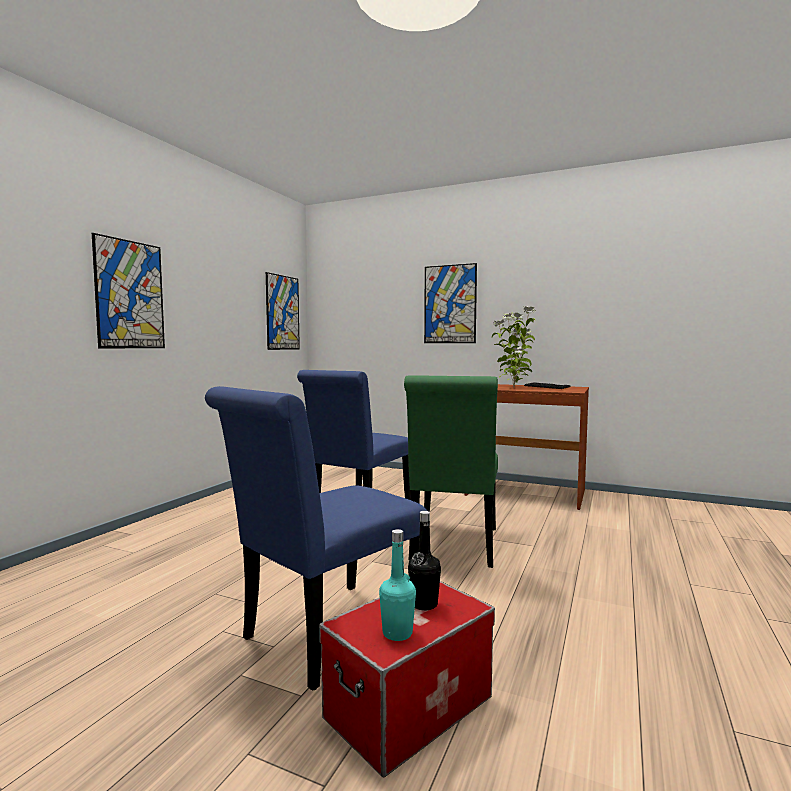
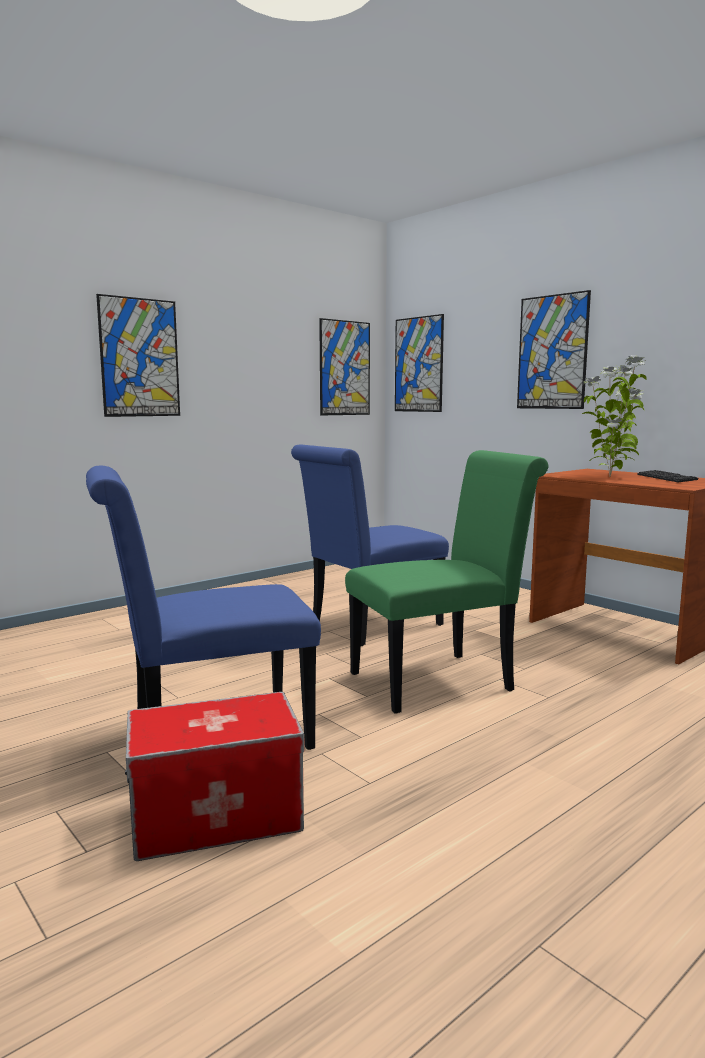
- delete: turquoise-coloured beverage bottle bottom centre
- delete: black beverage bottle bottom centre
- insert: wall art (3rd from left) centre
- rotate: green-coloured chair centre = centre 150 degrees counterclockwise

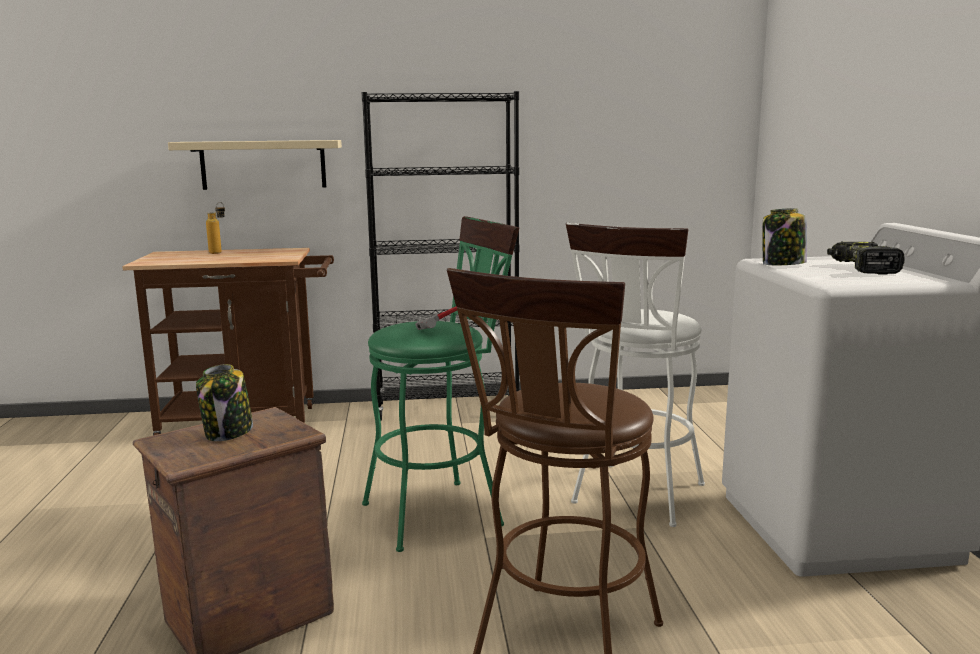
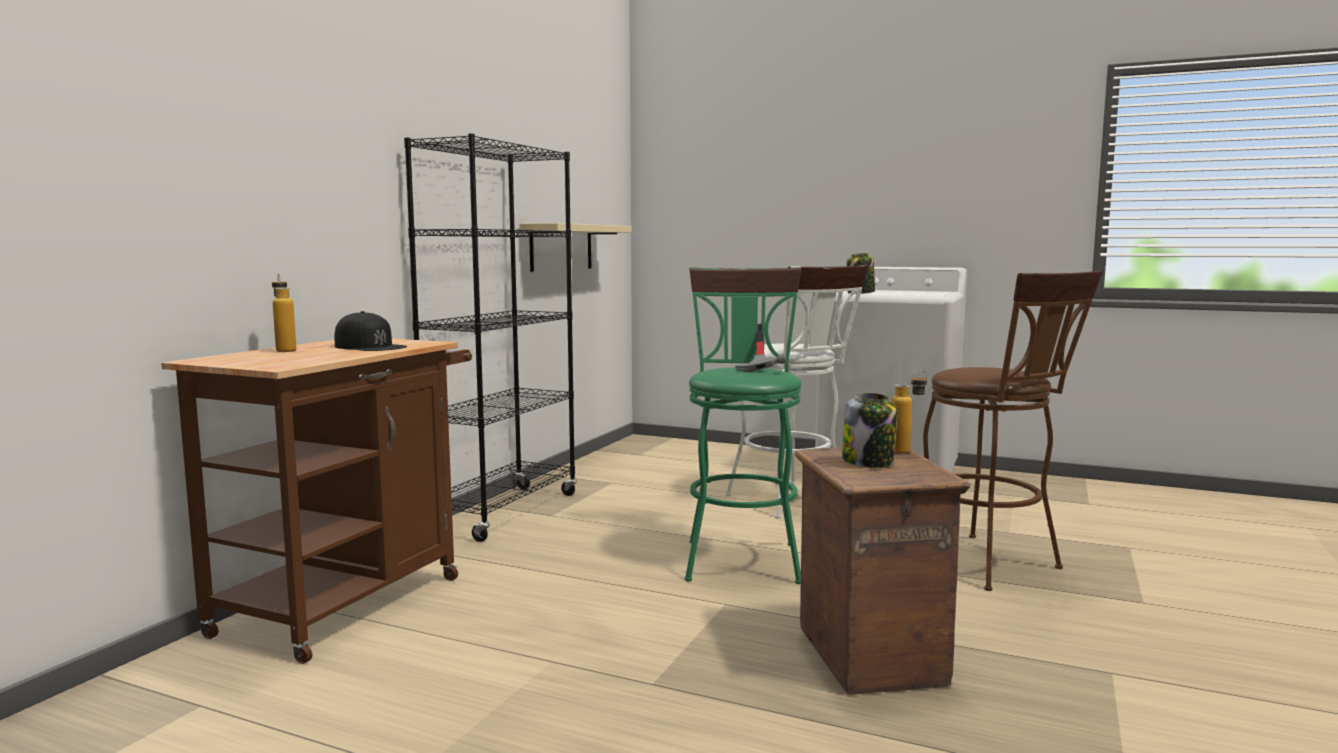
- delete: electric drill middle right
- insert: black peaked cap middle left
- insert: beverage bottle (2nd from left) middle right
- move: sand-coloured shelf top left to top centre

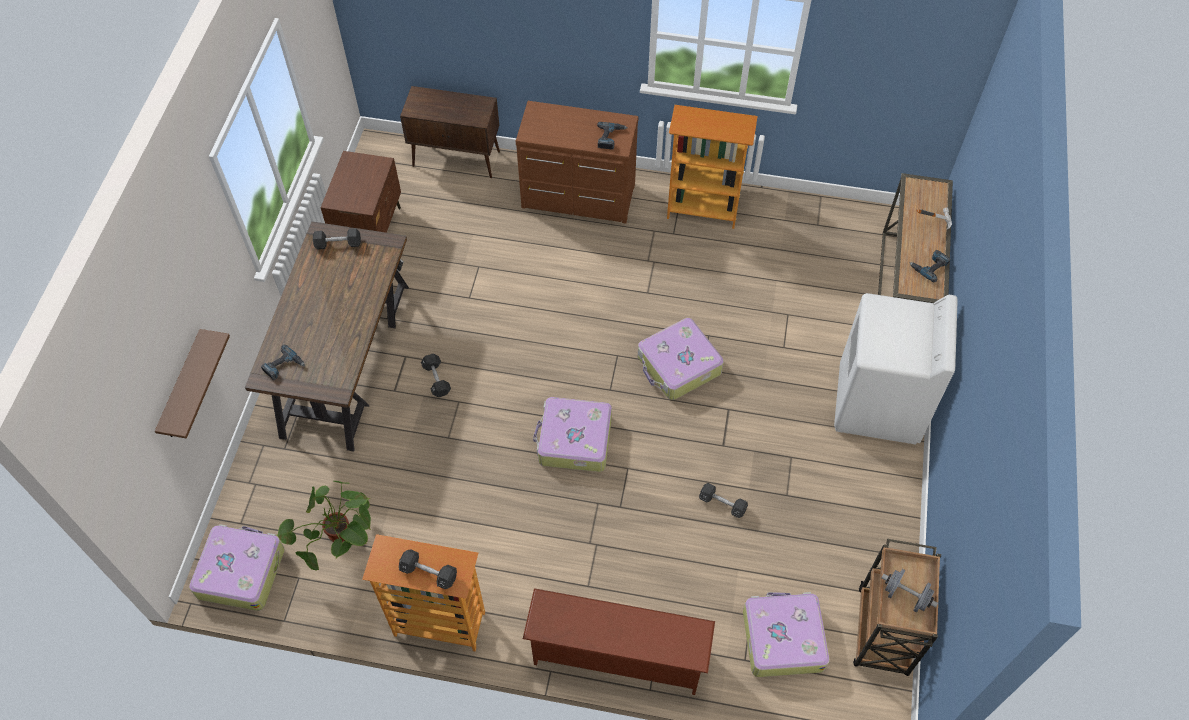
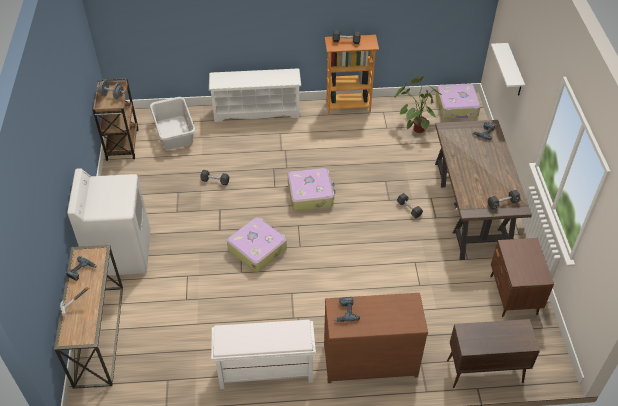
- replace: bookshelf (2nd from left) top centre to whitish indoor bench bottom centre
- replace: suitcase (4th from left) bottom centre to greyish laundry basket top left
- recolor: brown-coloured shelf middle left to whitish shelf top right
- recolor: brown-coloured shoe stand bottom centre to whitish shoe stand top centre

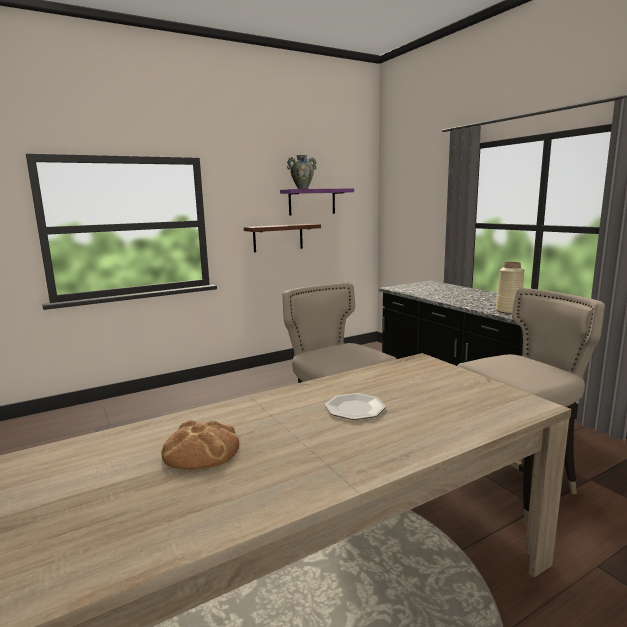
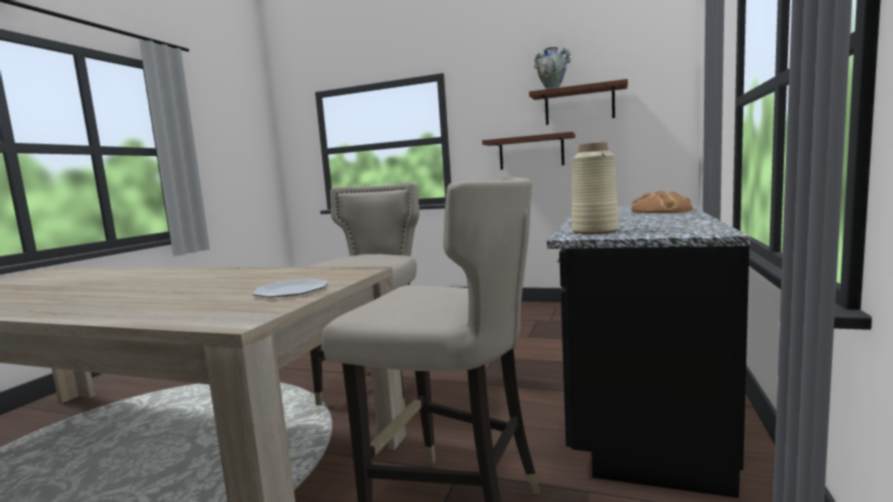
- move: bakery bread bottom left to middle right
- move: plate centre to middle left
- recolor: purple-coloured shelf top centre to brown-coloured shelf (2nd from left) top centre

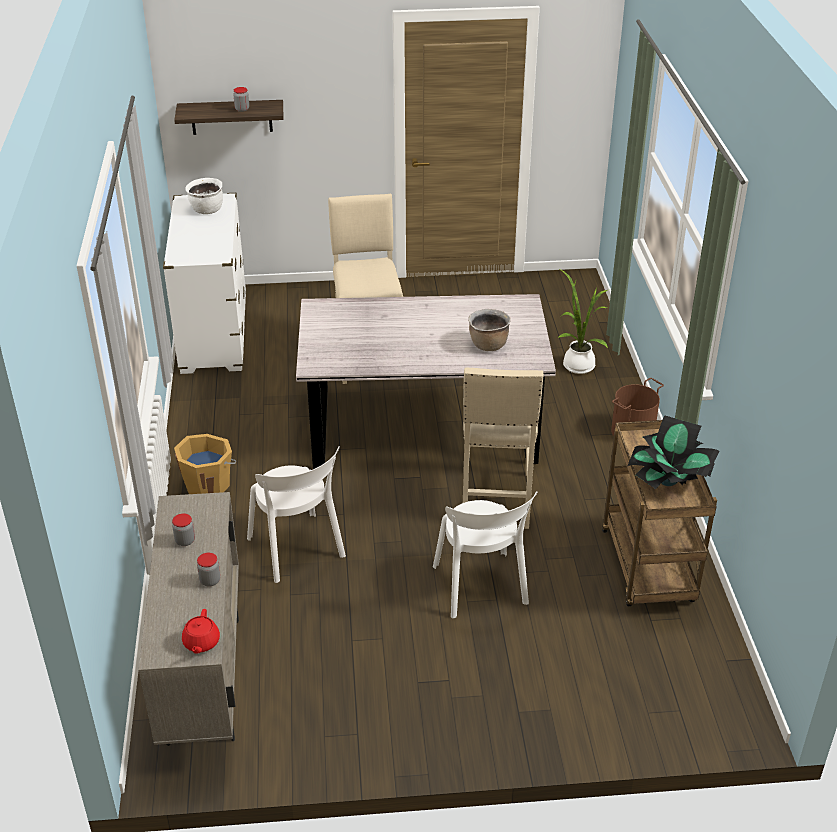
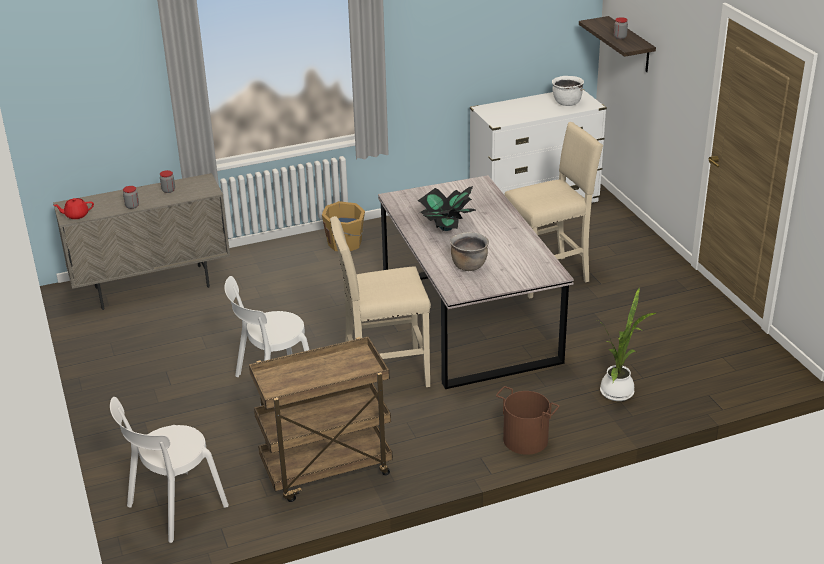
- move: whitish chair (1st from left) centre to bottom left
- move: potted plant (2nd from left in the first image) middle right to potted plant (1st from left) centre

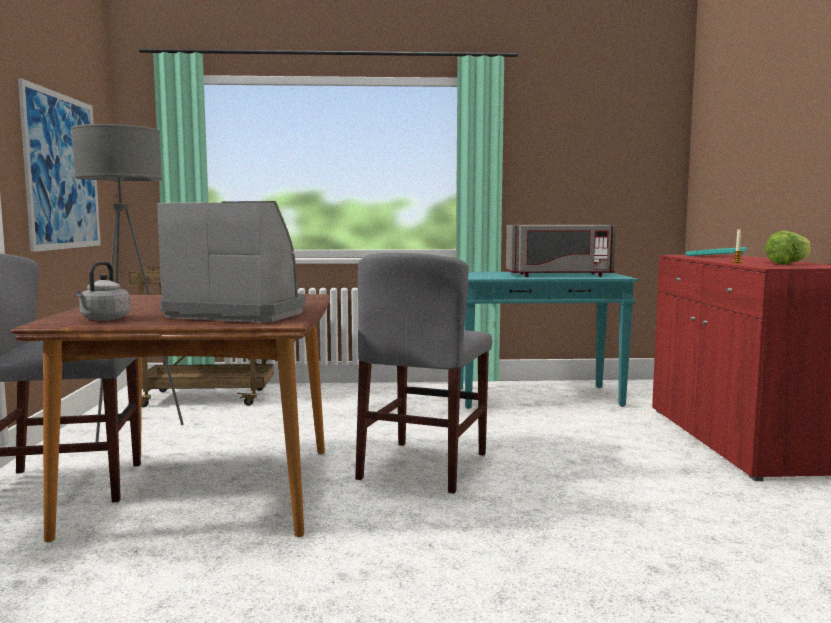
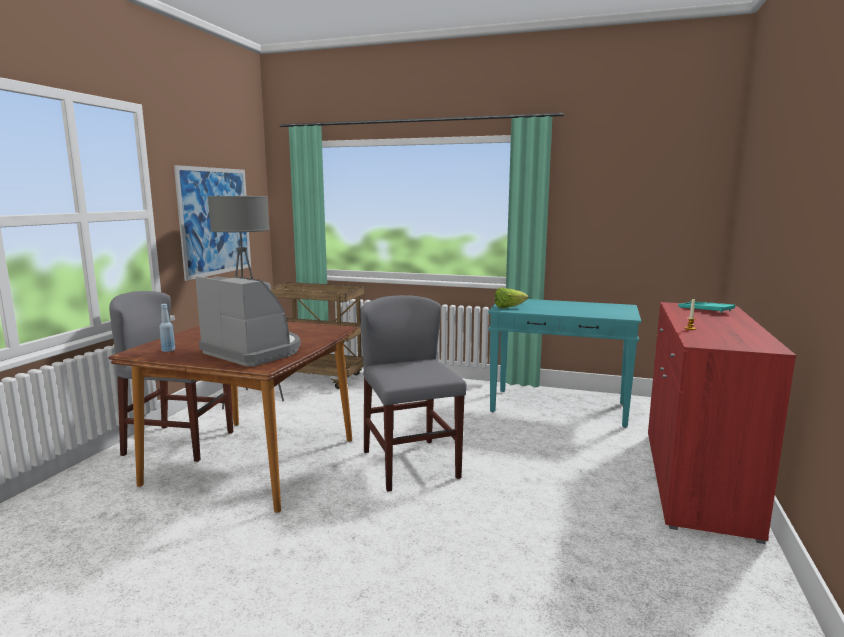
- delete: greyish microwave middle right
- move: lettuce head middle right to centre
- replace: greyish kettle middle left to blue beverage bottle middle left
- rotate: greyish chair (2nd from left) centre = centre 120 degrees clockwise

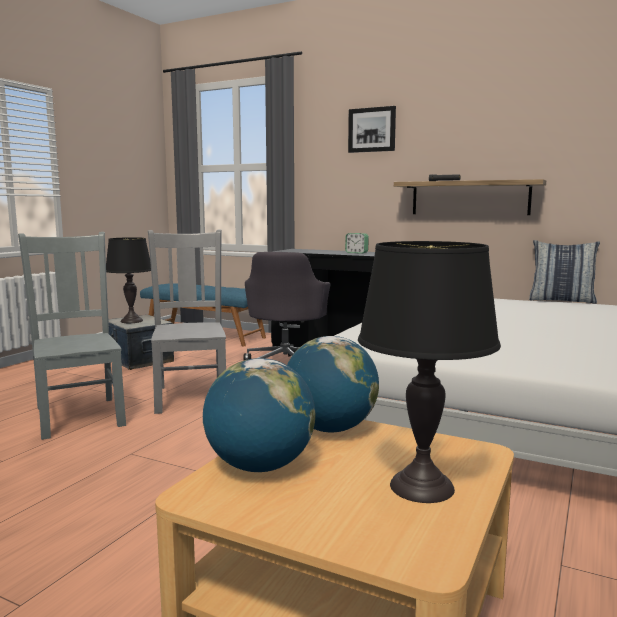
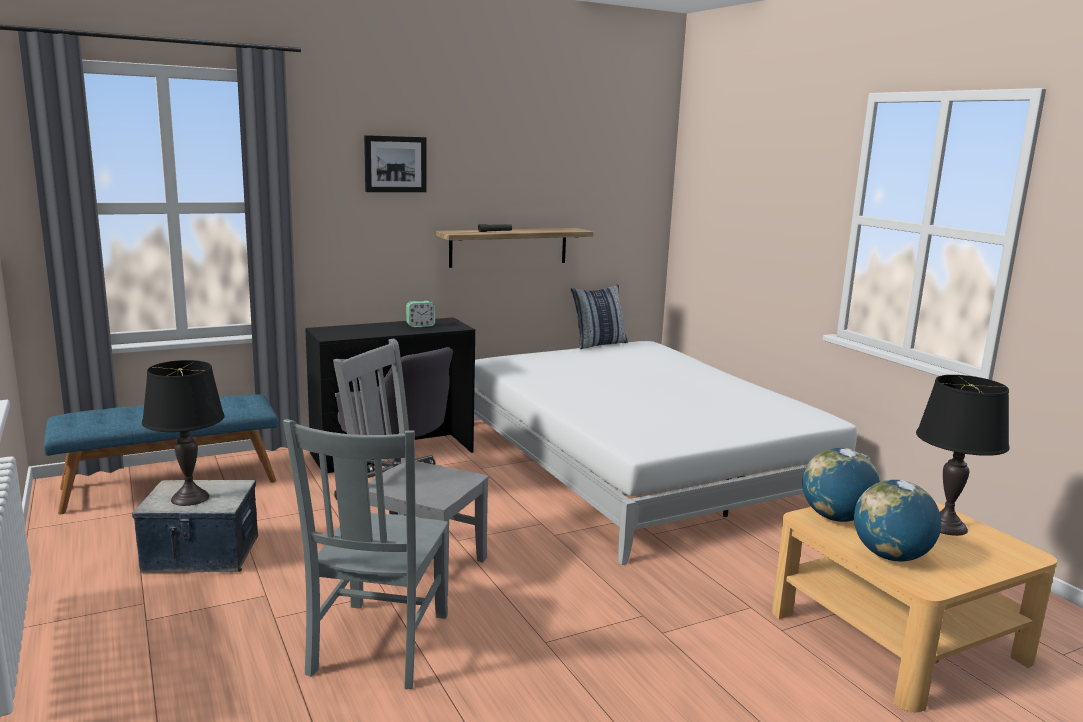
- rotate: greyish chair (1st from left) middle left = bottom centre 90 degrees counterclockwise

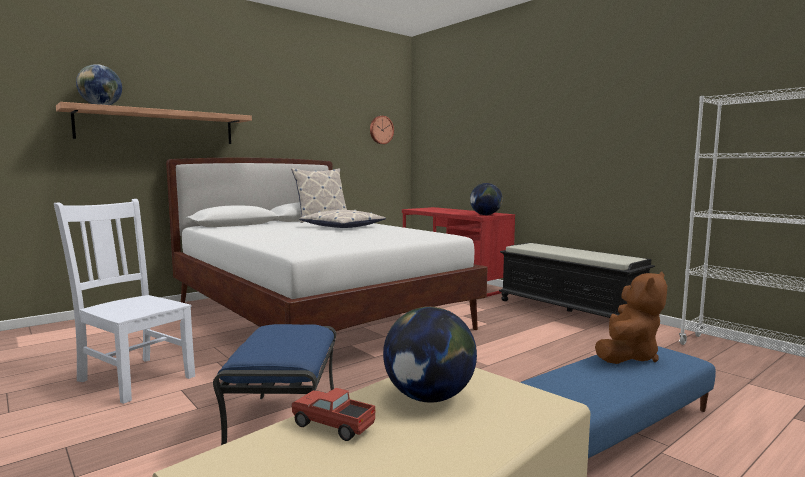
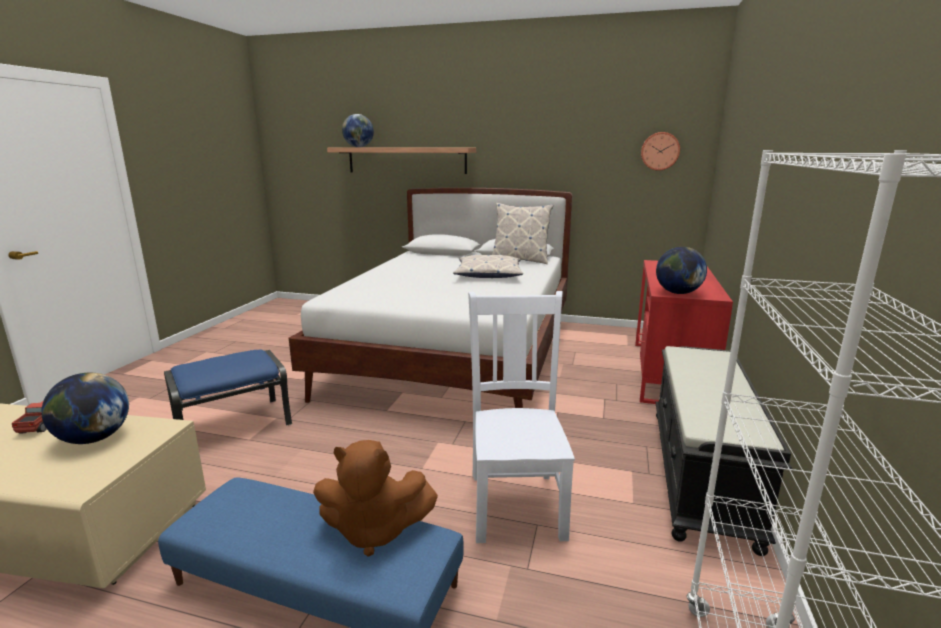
- move: whitish chair middle left to centre

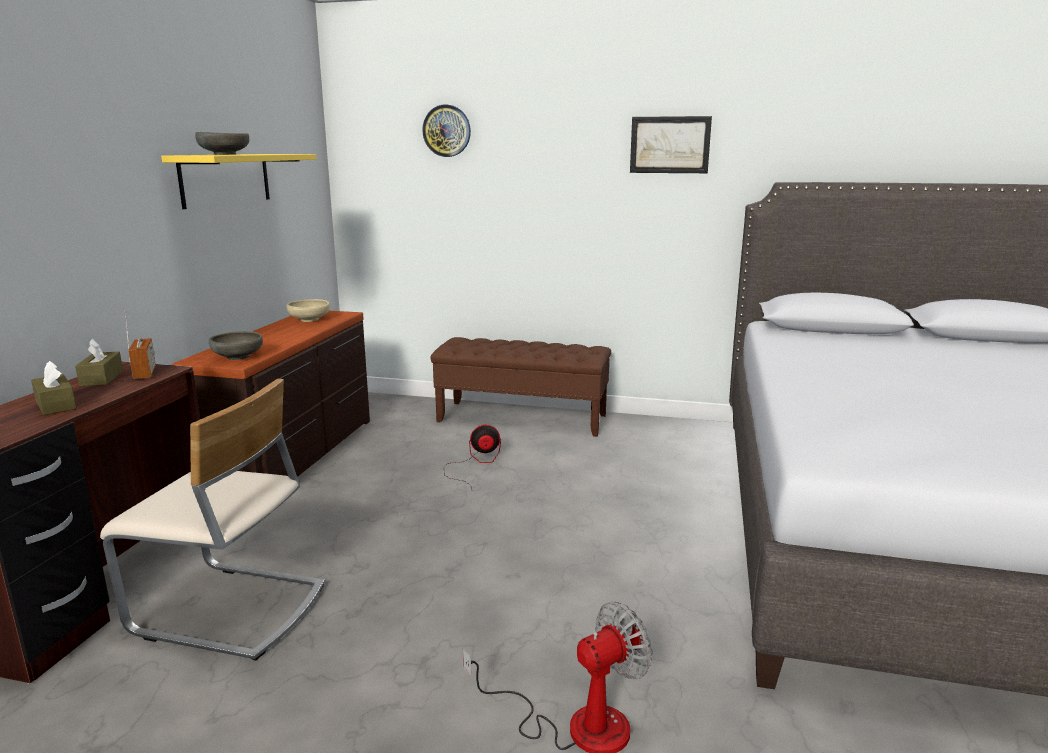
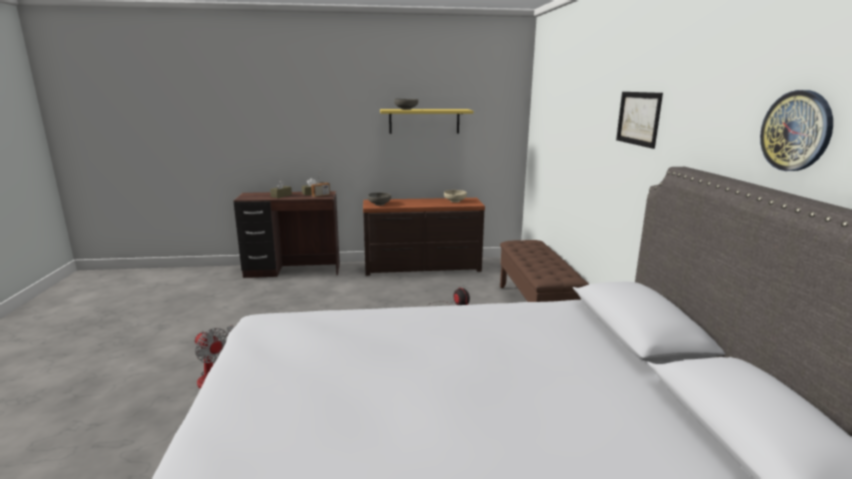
- delete: sand-coloured chair bottom left
- move: clock on the wall top centre to top right

